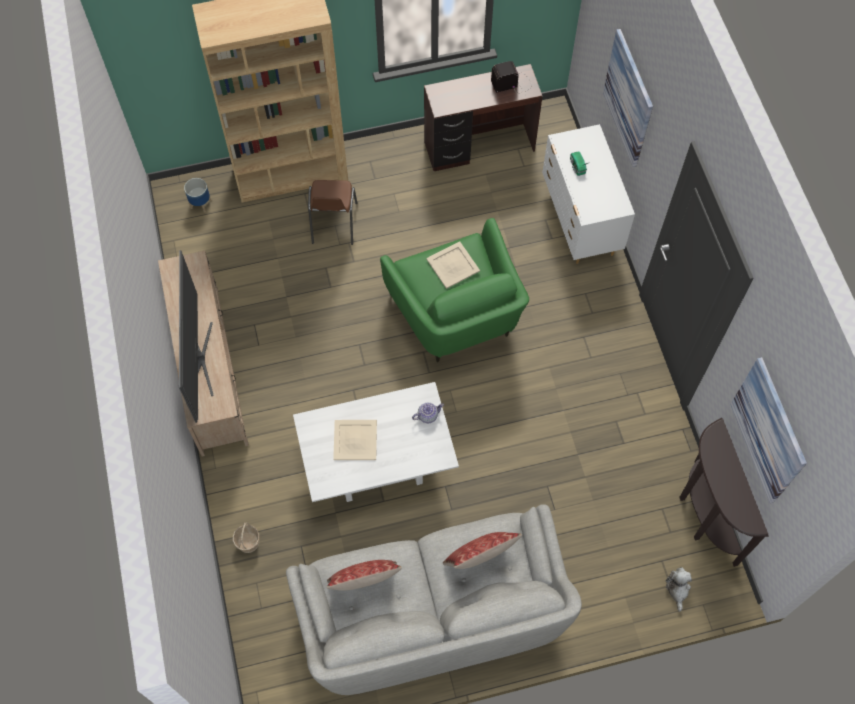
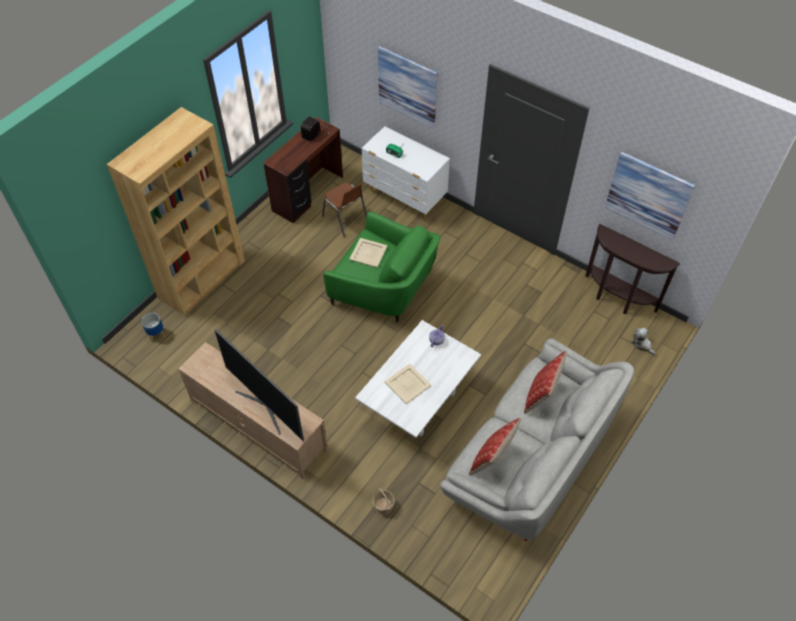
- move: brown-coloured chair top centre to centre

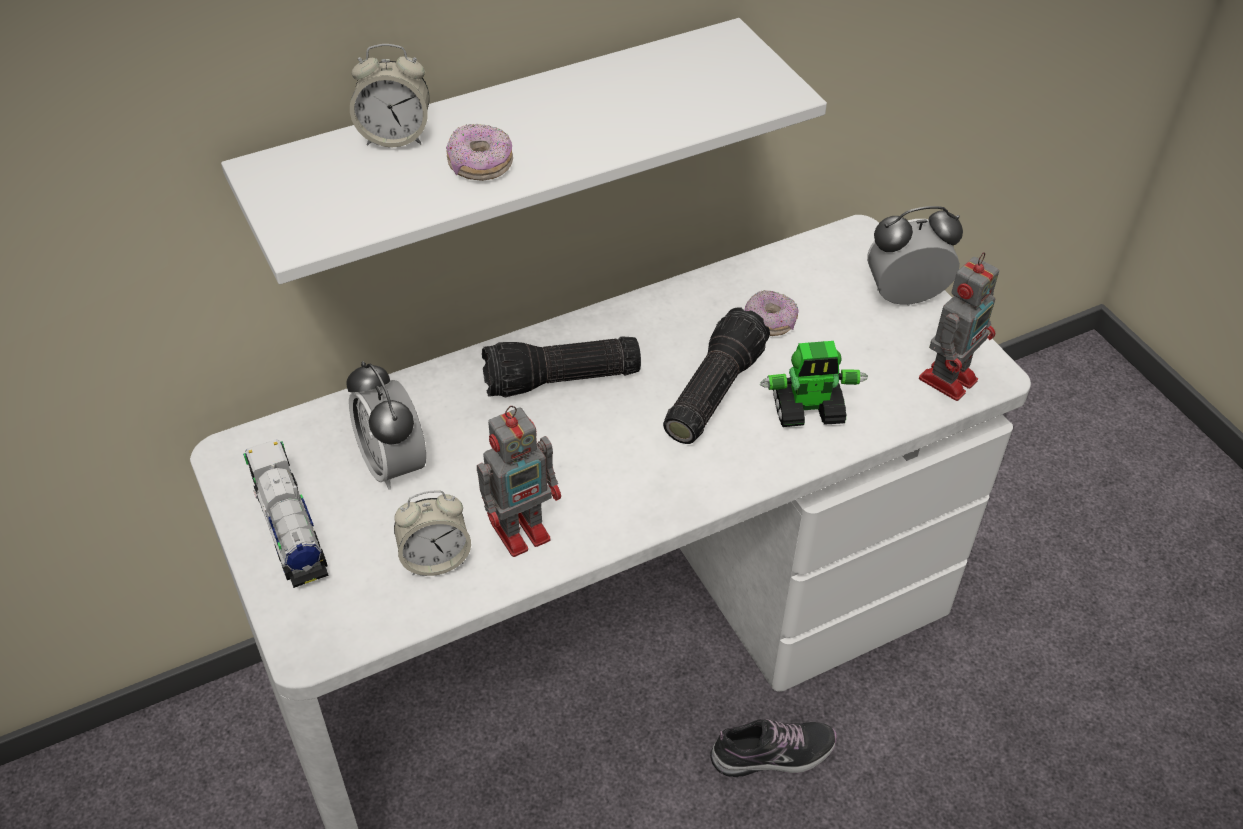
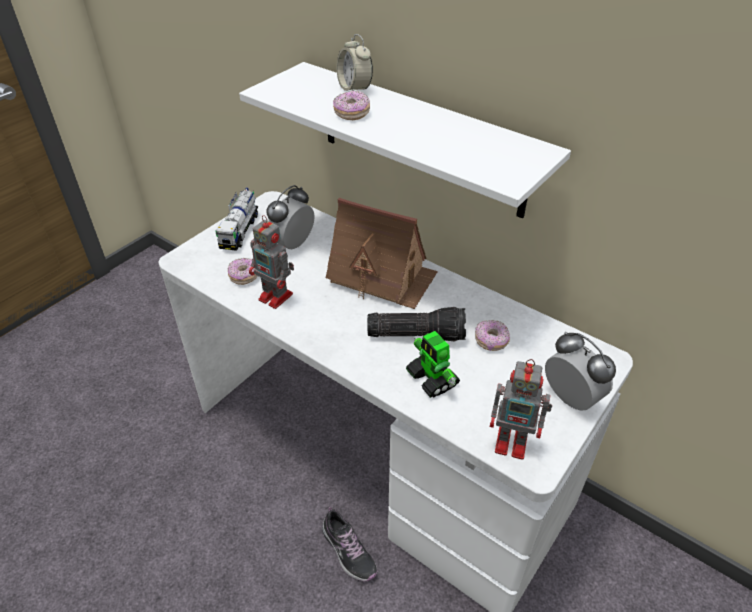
- replace: table clock (3rd from left) centre to doughnut (1st from left) middle left
- replace: flashlight (1st from left) centre to toy house centre
- rotate: toy lorry middle left = middle left 150 degrees clockwise

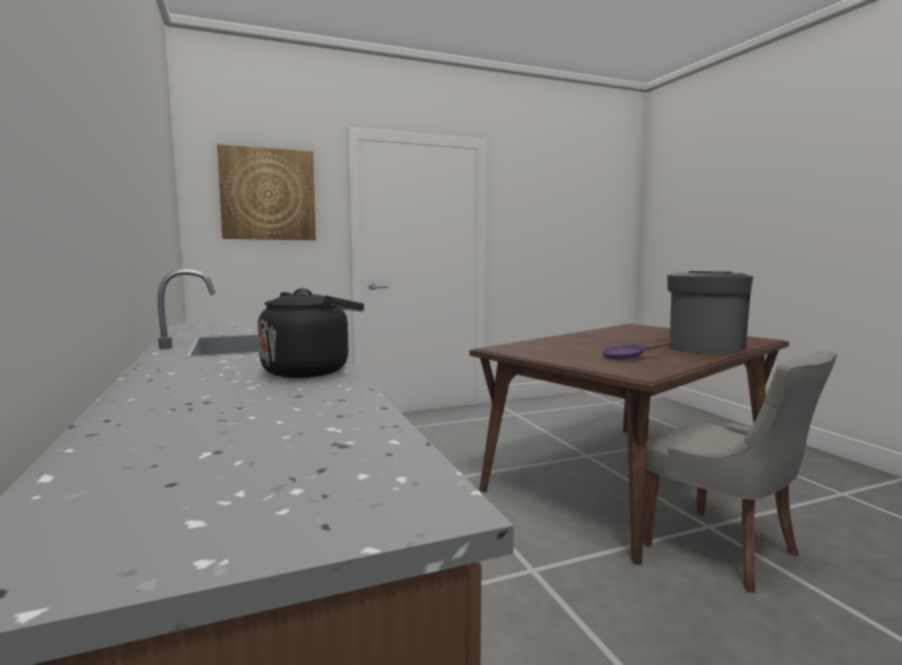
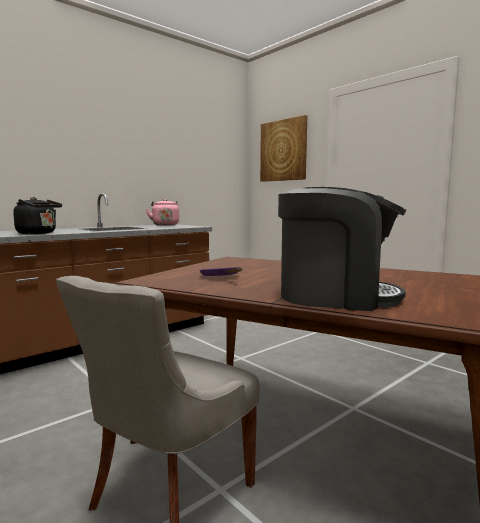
- insert: pinkish kettle centre

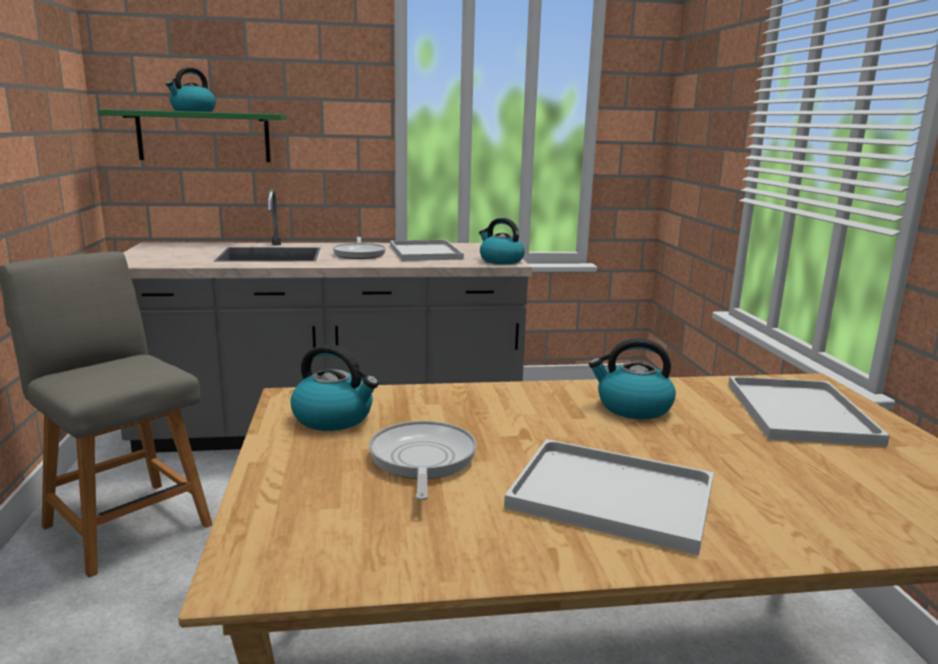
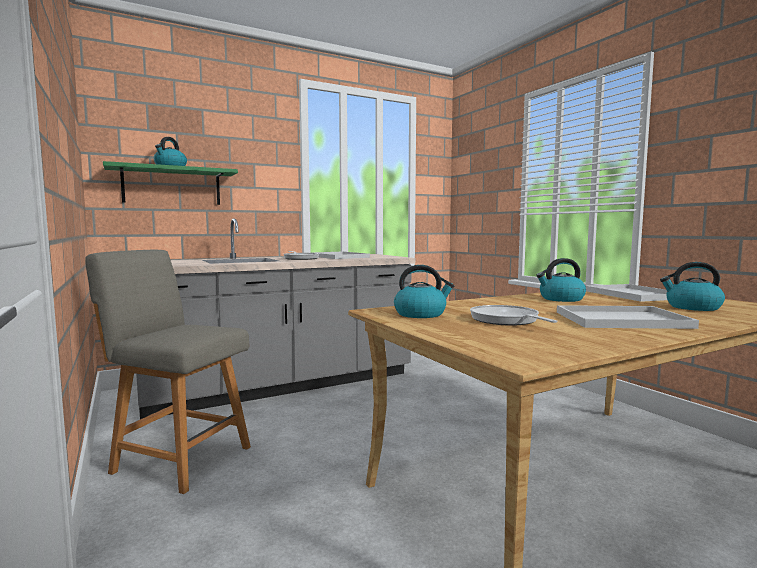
- move: kettle (3rd from left in the first image) centre to kettle (4th from left) middle right

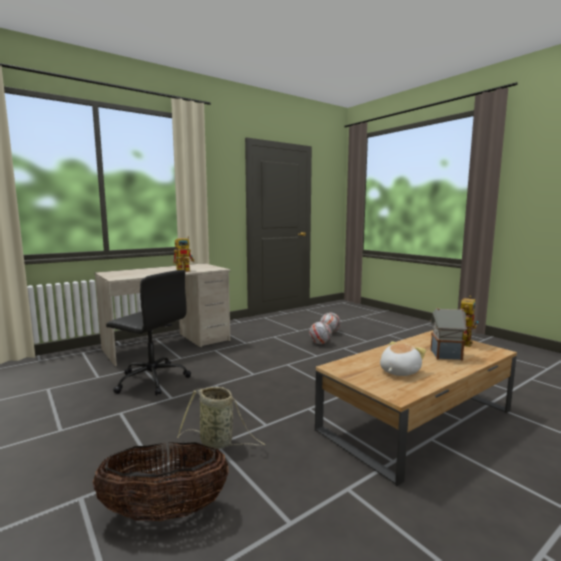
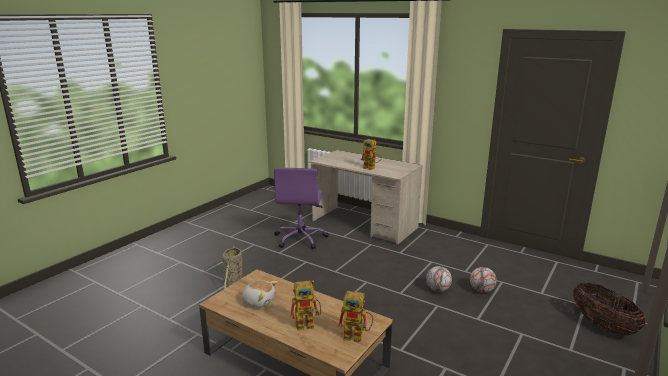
- move: basket (1st from left in the first image) bottom left to basket (2nd from left) bottom right
- replace: toy house middle right to toy robot (1st from left) bottom centre
- recolor: black desk chair middle left to purple-coloured desk chair centre

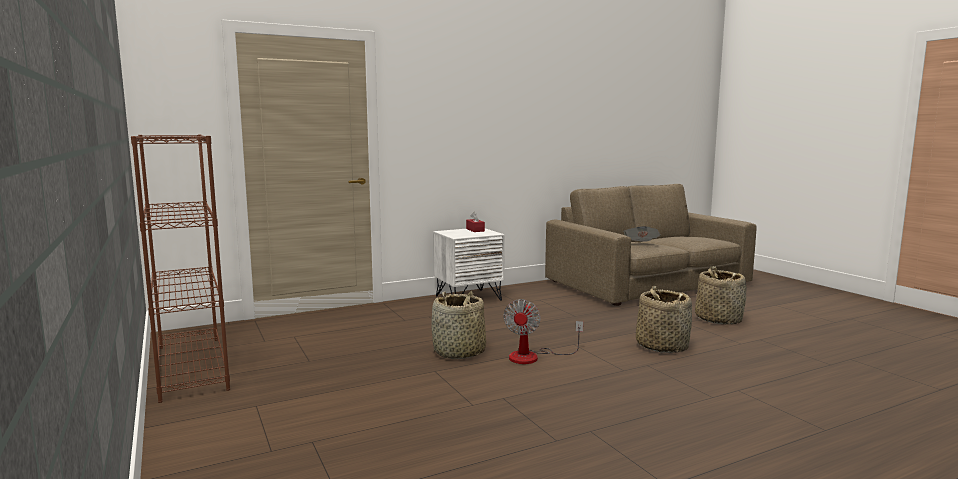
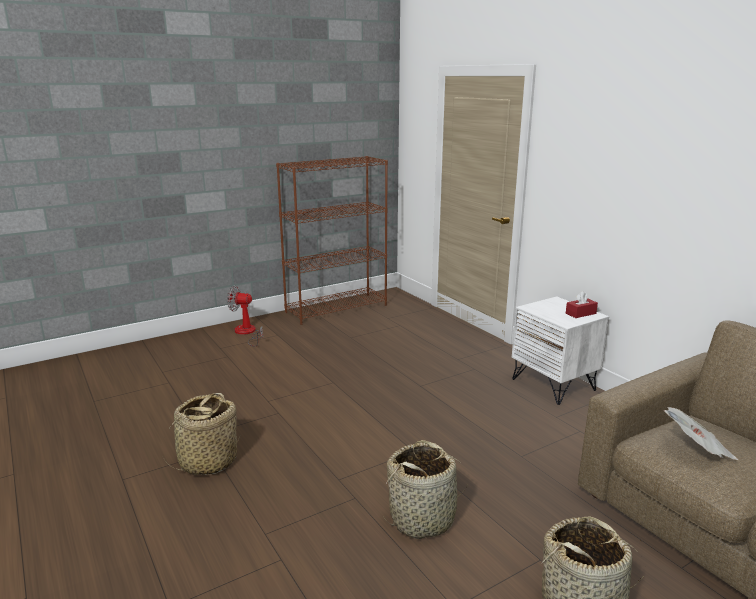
- move: basket (1st from left) bottom centre to bottom left
- move: electric fan bottom centre to middle left

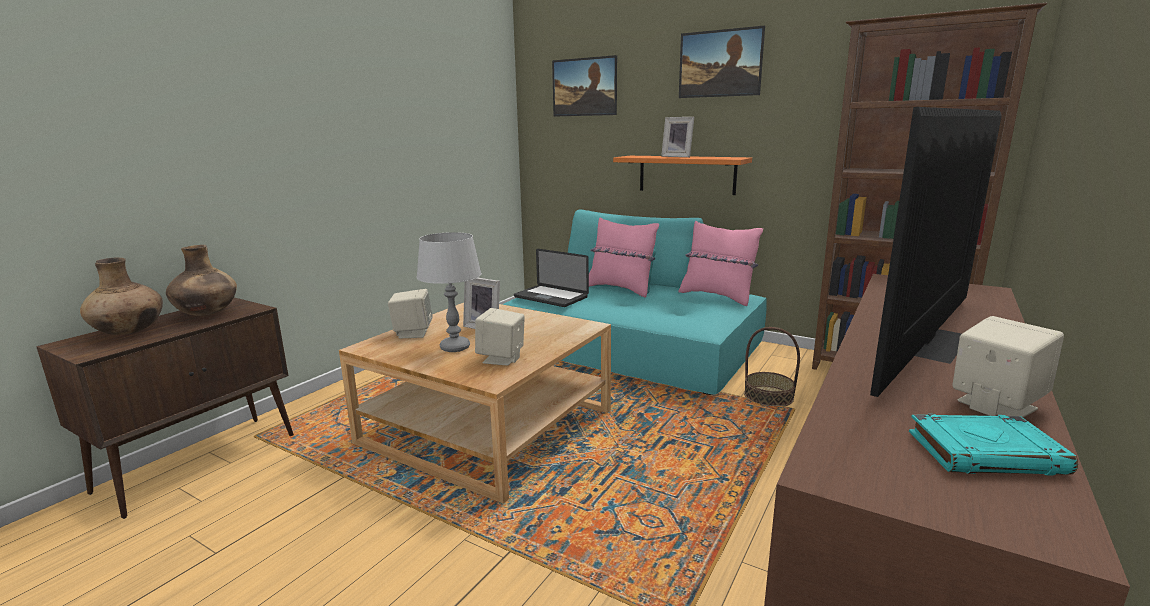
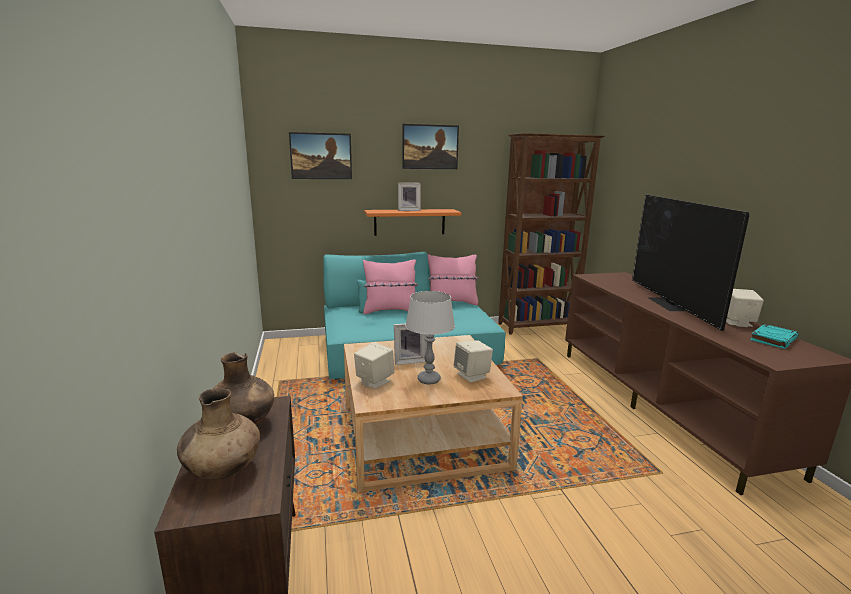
- delete: notebook computer centre
- delete: basket middle right

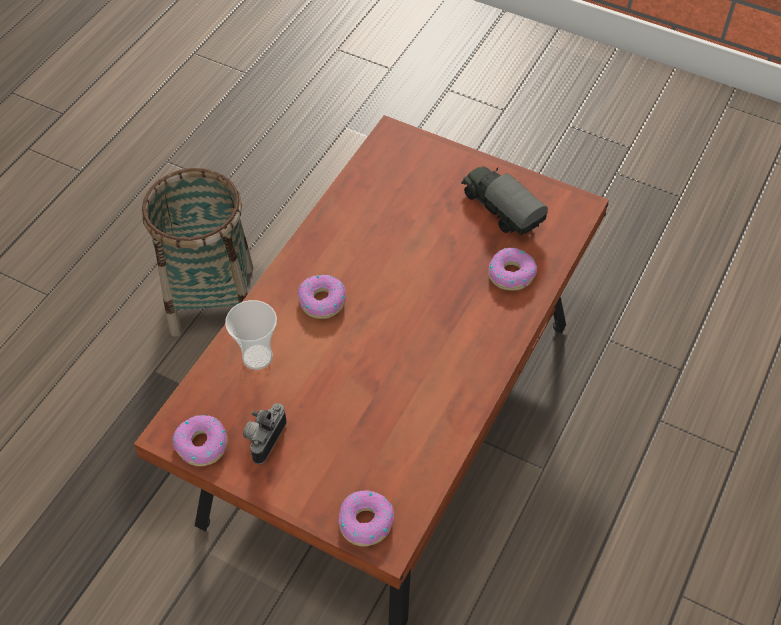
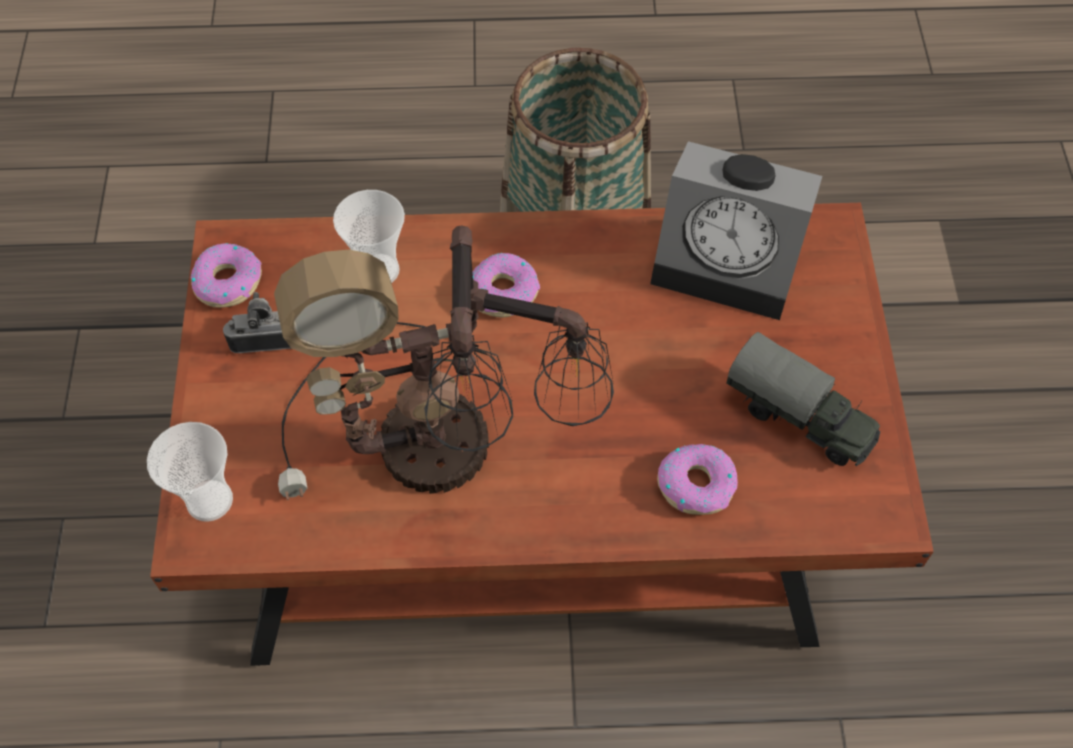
- insert: table lamp centre
- insert: table clock top right
- replace: doughnut (3rd from left) bottom centre to cup (1st from left) middle left
- rotate: toy lorry top centre = middle right 105 degrees clockwise

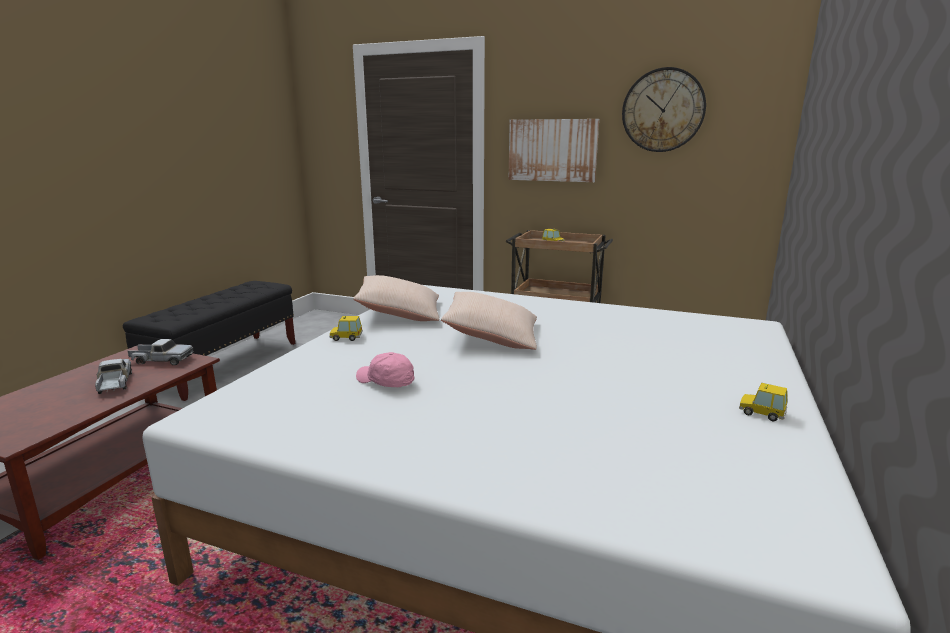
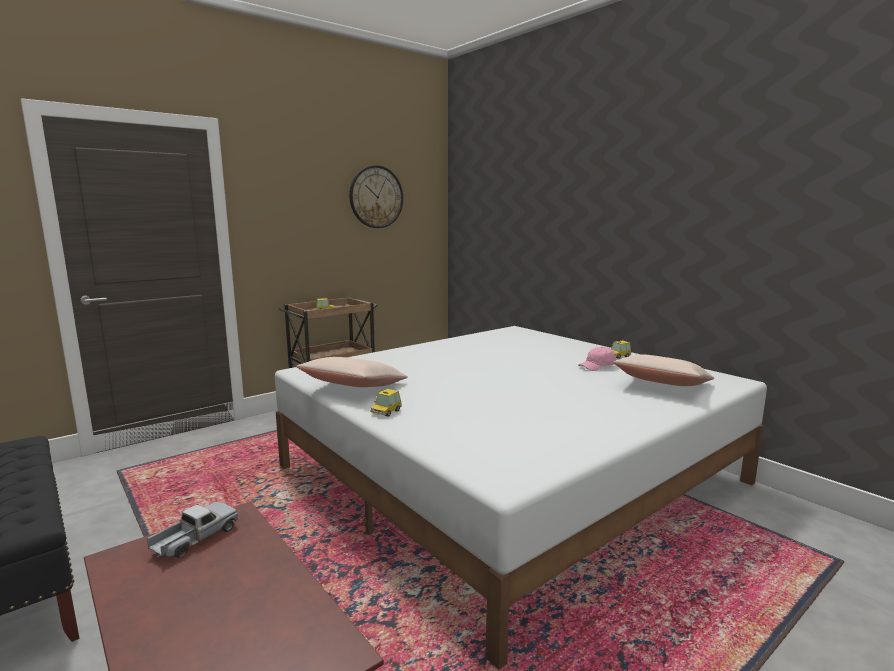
- delete: toy lorry (1st from left) middle left
- delete: wall art top centre
- move: pinkish peaked cap centre to middle right
- move: sand-coloured pillow (2nd from left) centre to middle right

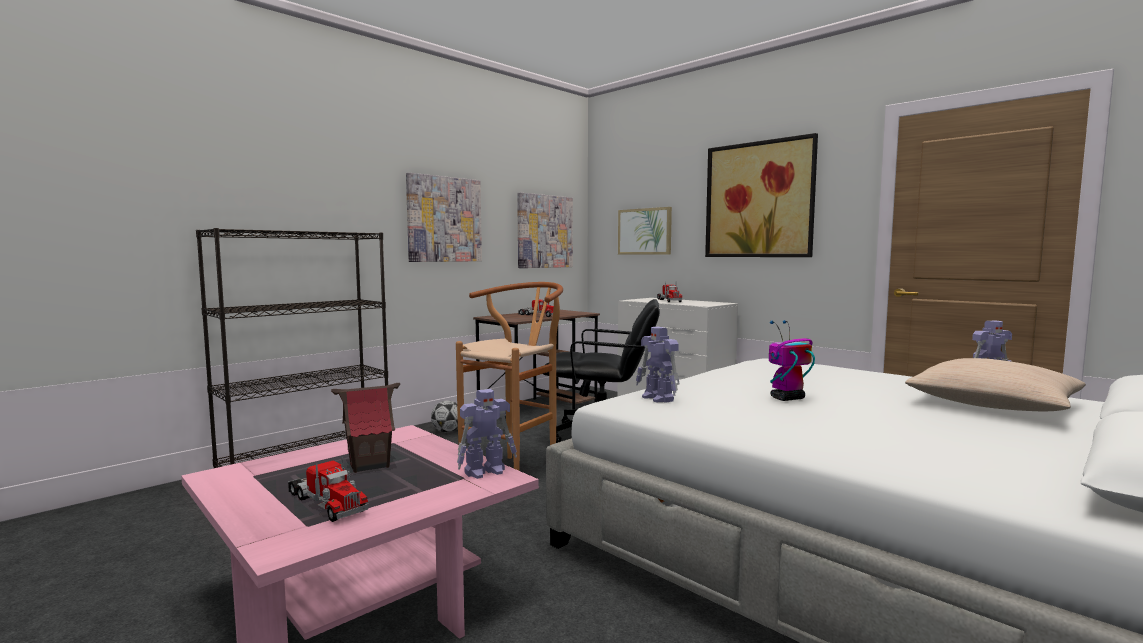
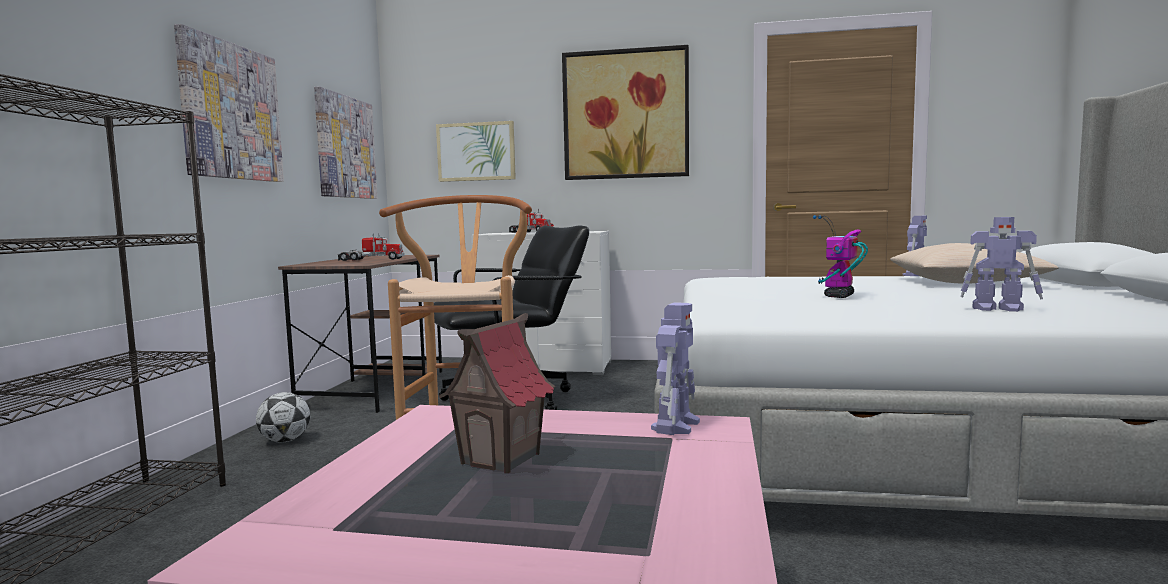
- delete: toy lorry (1st from left) bottom left
- move: toy robot (2nd from left in the first image) centre to toy robot (4th from left) middle right

